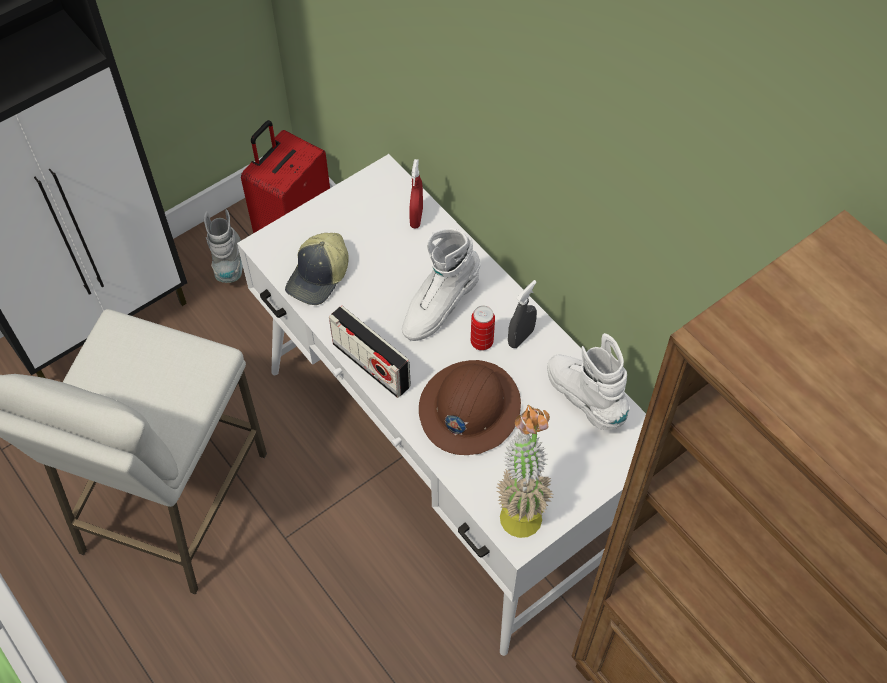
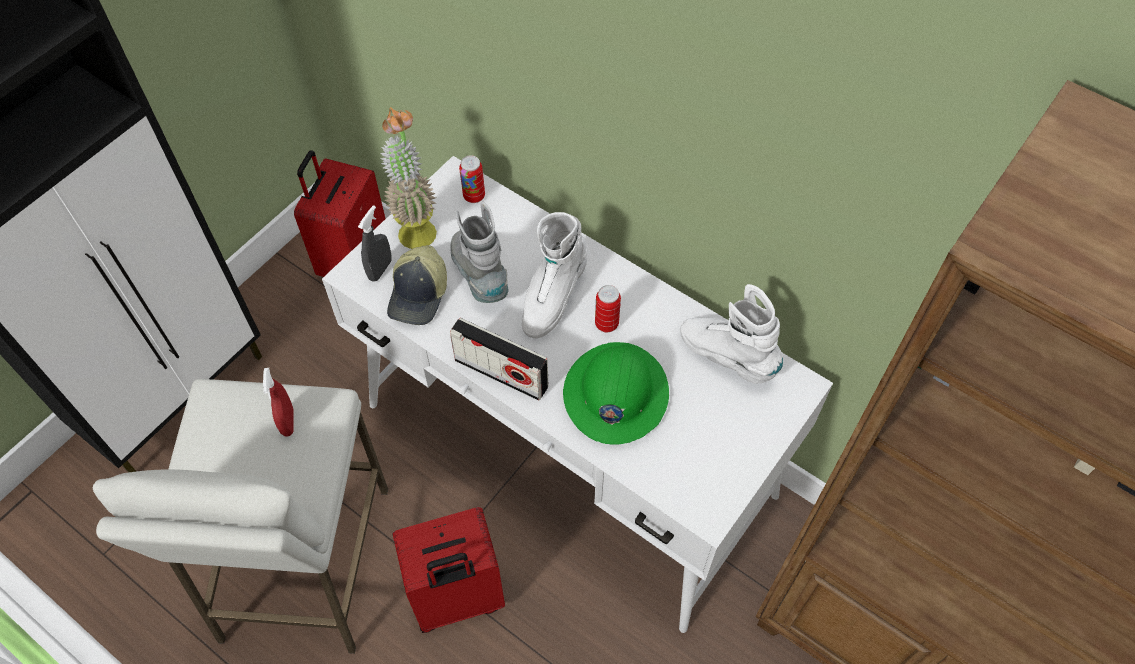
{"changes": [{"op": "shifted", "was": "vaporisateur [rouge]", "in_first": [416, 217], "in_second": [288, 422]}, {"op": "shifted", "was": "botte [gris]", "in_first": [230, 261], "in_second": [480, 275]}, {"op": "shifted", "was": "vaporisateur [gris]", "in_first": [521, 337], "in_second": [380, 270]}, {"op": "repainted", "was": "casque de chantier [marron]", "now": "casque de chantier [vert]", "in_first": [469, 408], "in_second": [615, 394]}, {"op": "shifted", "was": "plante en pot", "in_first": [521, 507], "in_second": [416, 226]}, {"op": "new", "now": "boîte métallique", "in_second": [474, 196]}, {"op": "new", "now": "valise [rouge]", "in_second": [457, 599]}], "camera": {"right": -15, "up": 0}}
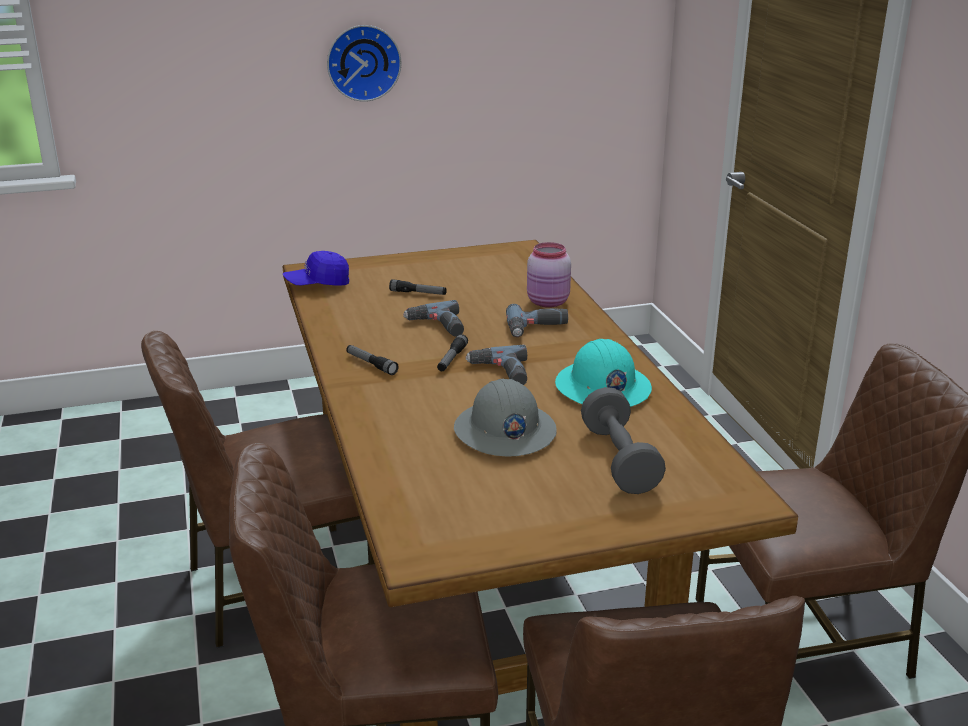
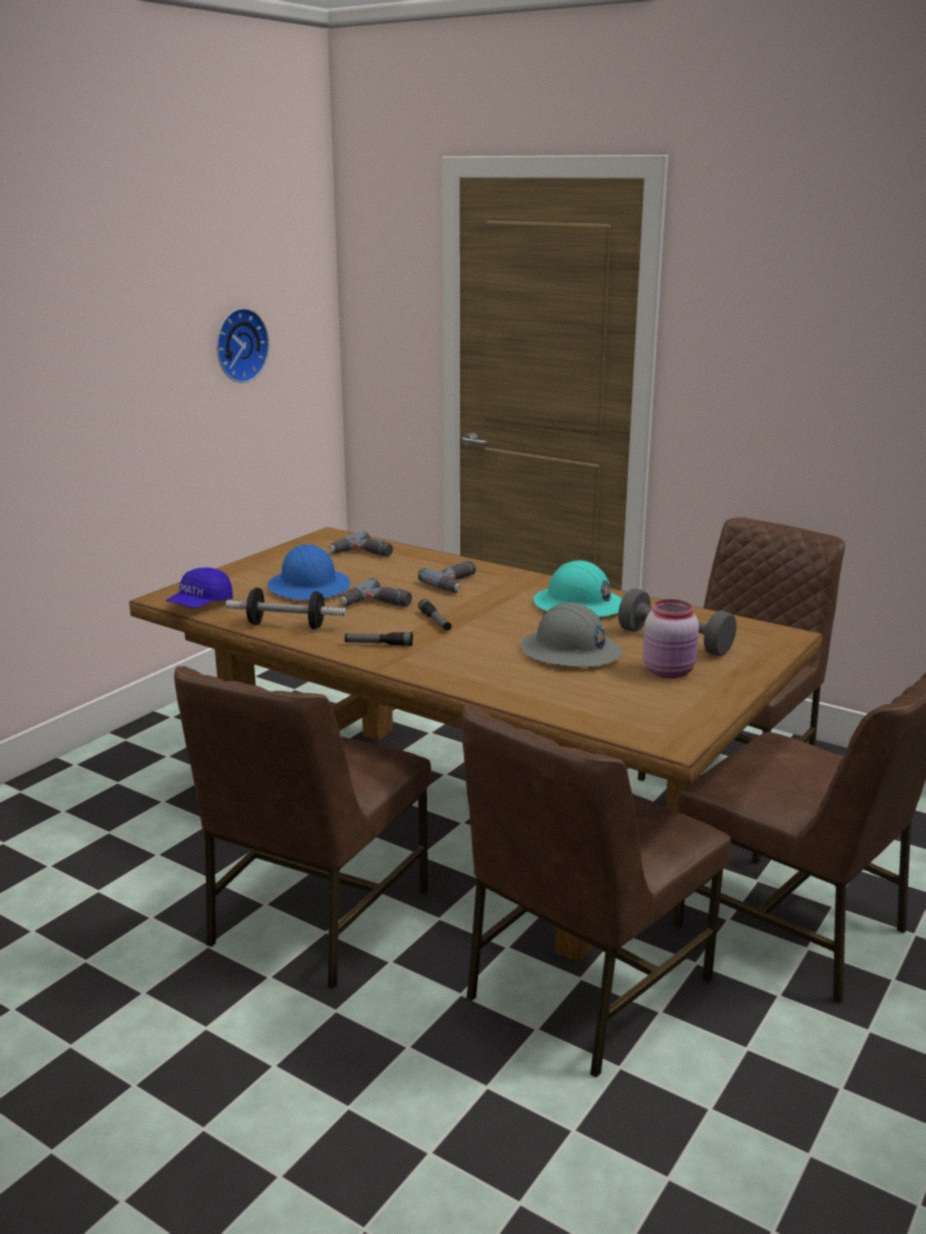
{"changes": [{"op": "shifted", "was": "horloge murale", "in_first": [363, 62], "in_second": [238, 345]}, {"op": "shifted", "was": "bocal [rose]", "in_first": [548, 302], "in_second": [670, 672]}, {"op": "swapped", "was": "lampe de poche", "now": "casque de chantier [bleu]", "in_first": [418, 293], "in_second": [309, 587]}, {"op": "shifted", "was": "perceuse", "in_first": [500, 373], "in_second": [362, 554]}, {"op": "new", "now": "haltère", "in_second": [286, 625]}], "camera": {"right": -40, "up": -5}}
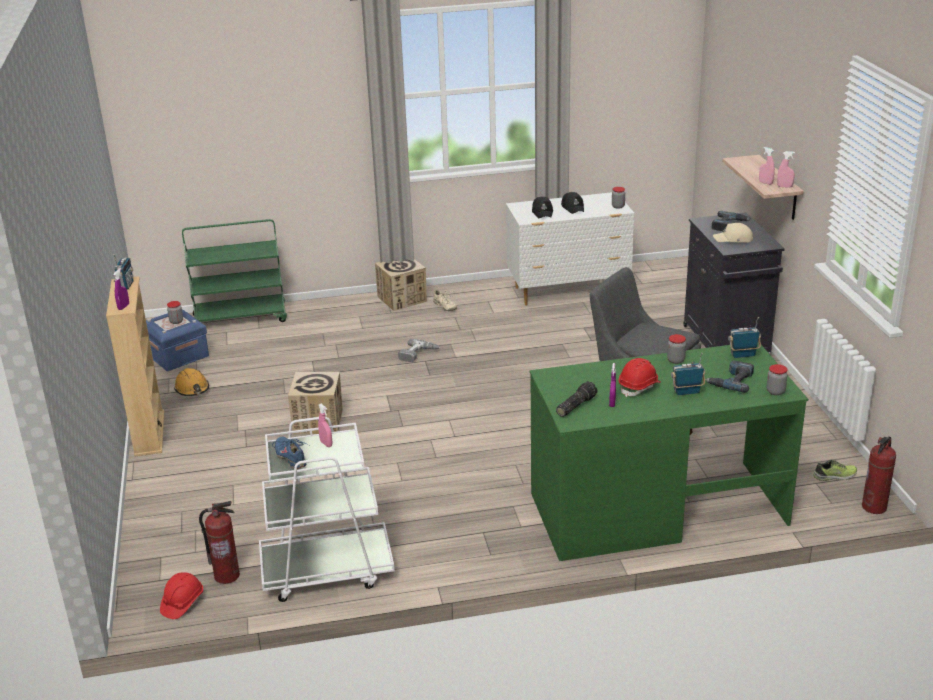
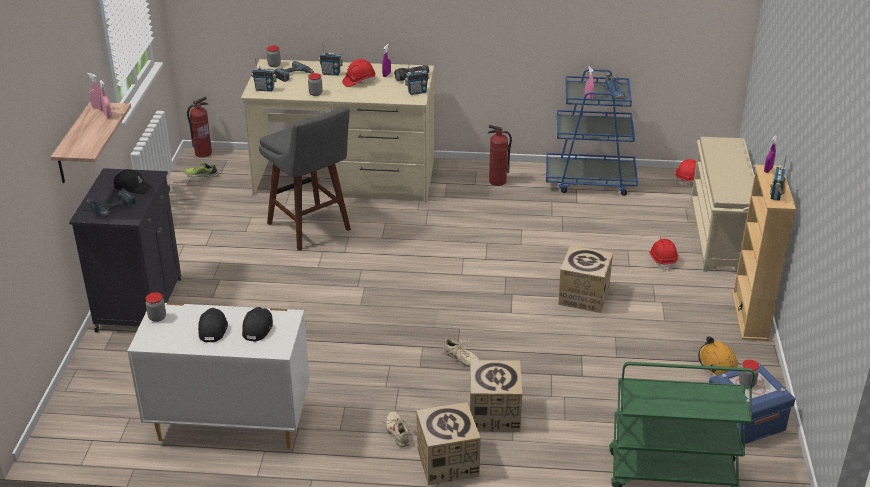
{"changes": [{"op": "repainted", "was": "casquette [beige]", "now": "casquette [noir]", "in_first": [733, 239], "in_second": [133, 187]}, {"op": "swapped", "was": "perceuse", "now": "chaussure [beige]", "in_first": [418, 354], "in_second": [460, 358]}, {"op": "repainted", "was": "bureau [vert]", "now": "bureau [beige]", "in_first": [656, 508], "in_second": [345, 177]}, {"op": "repainted", "was": "chariot [blanc]", "now": "chariot [bleu]", "in_first": [326, 570], "in_second": [590, 180]}, {"op": "shifted", "was": "extincteur", "in_first": [227, 575], "in_second": [497, 181]}, {"op": "new", "now": "radio", "in_second": [417, 92]}, {"op": "new", "now": "étagère à chaussures [beige]", "in_second": [719, 237]}, {"op": "new", "now": "casque de chantier [rouge]", "in_second": [662, 260]}, {"op": "new", "now": "carton", "in_second": [494, 414]}], "camera": {"right": -165, "up": 5}}
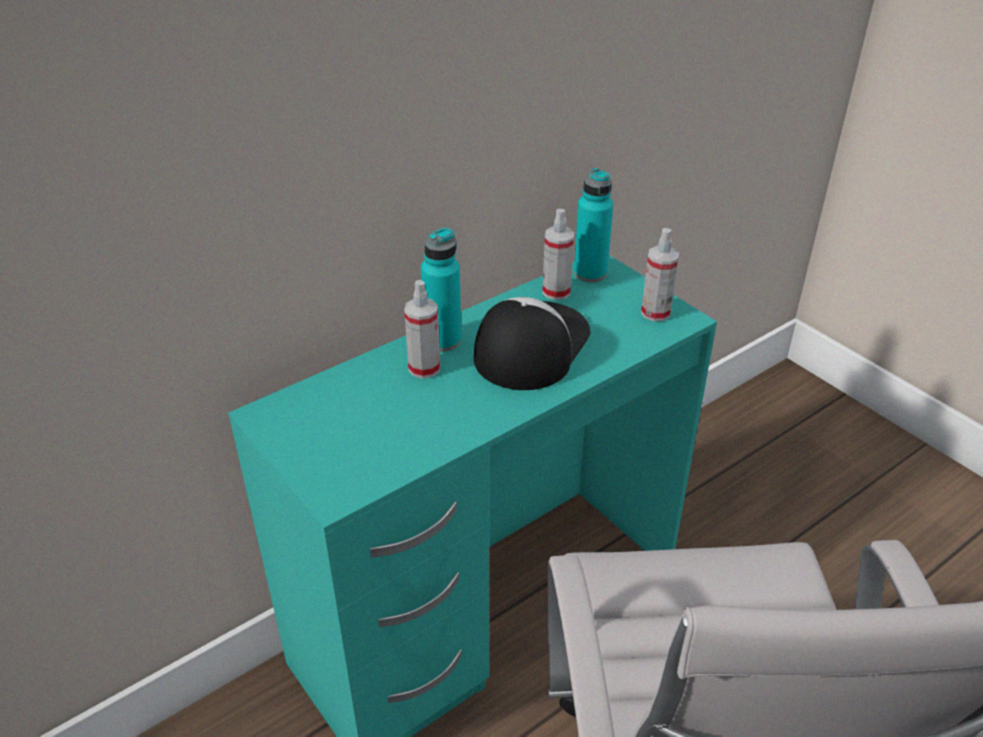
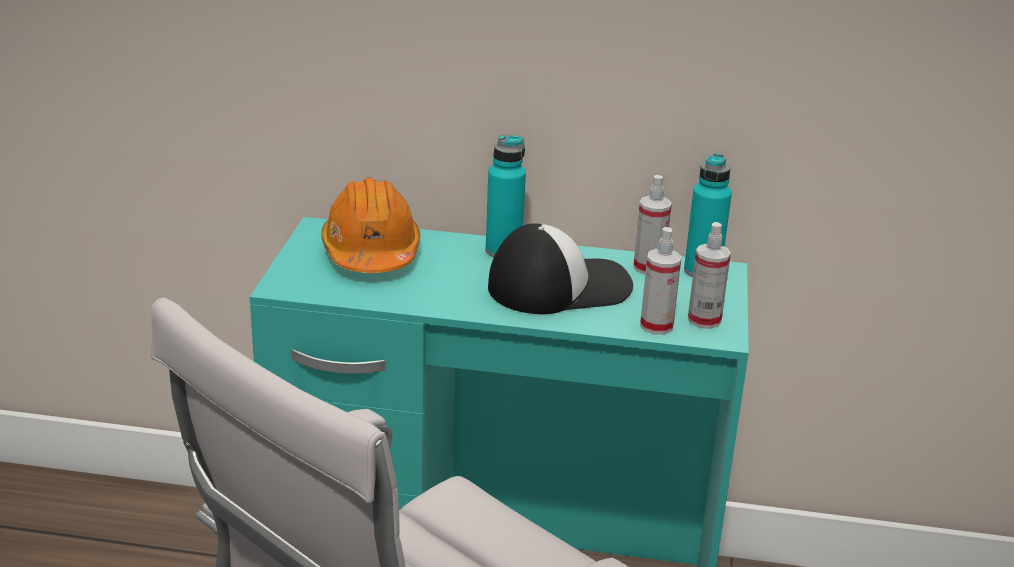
{"changes": [{"op": "shifted", "was": "vaporisateur", "in_first": [424, 368], "in_second": [656, 326]}, {"op": "new", "now": "casque de chantier [orange]", "in_second": [371, 252]}], "camera": {"right": 45, "up": -10}}
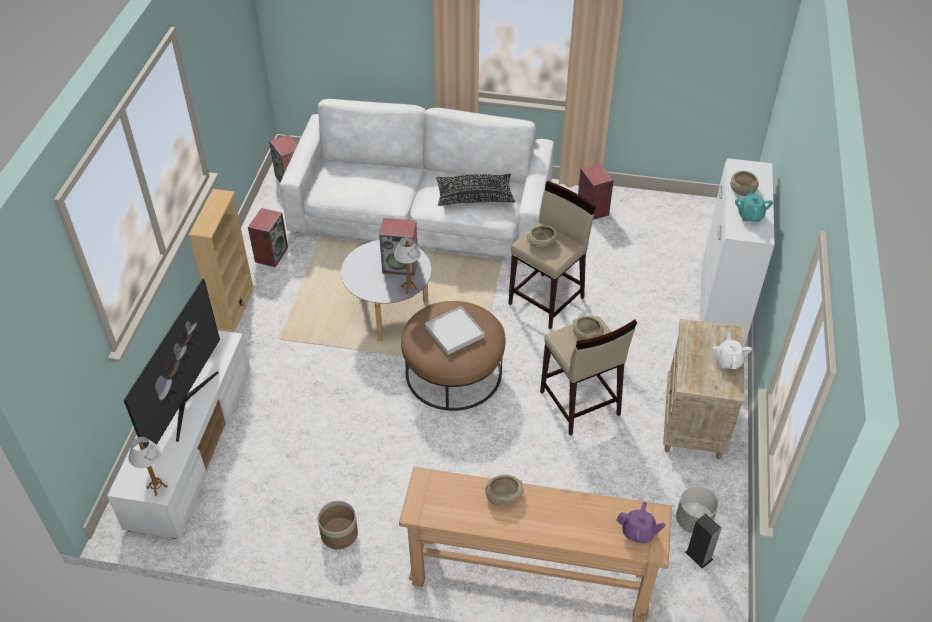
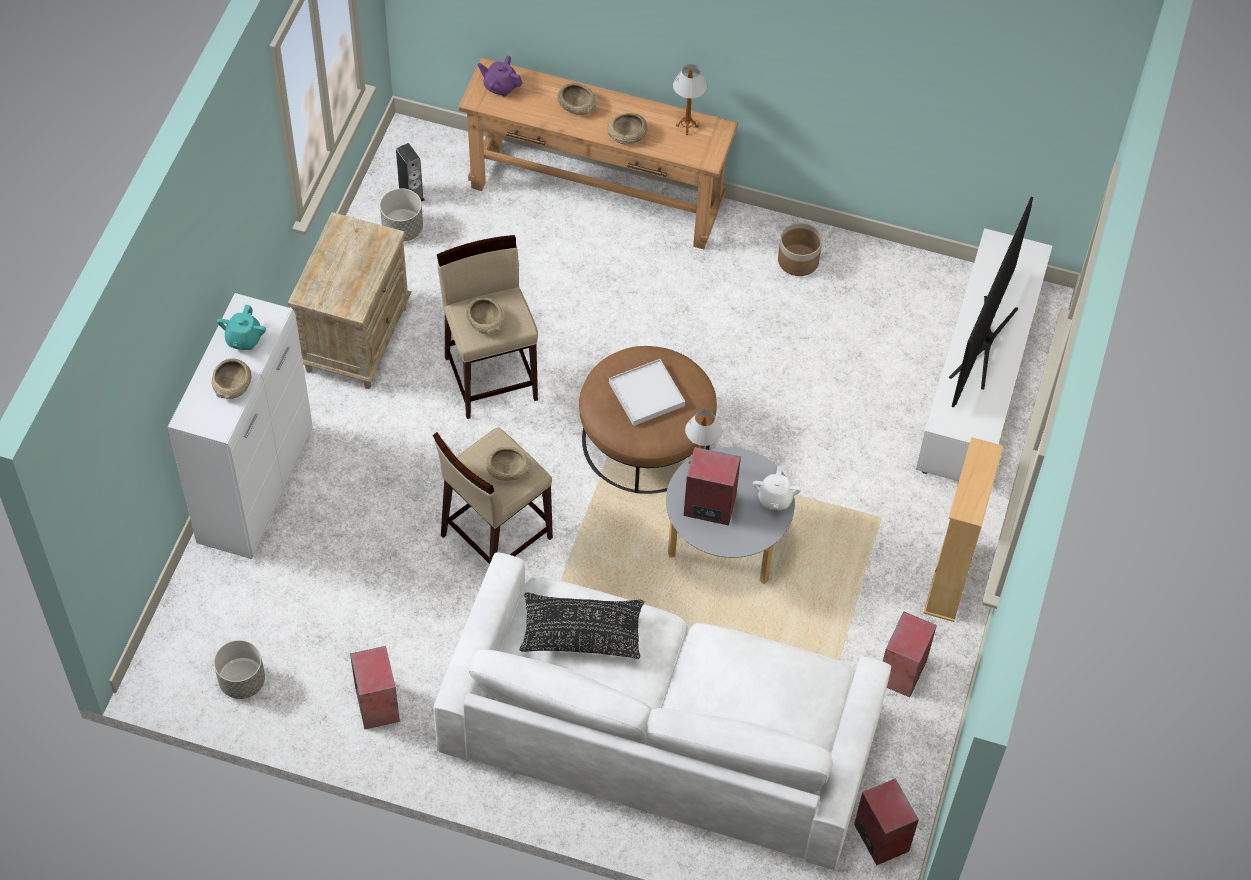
{"changes": [{"op": "shifted", "was": "théière [blanc]", "in_first": [728, 361], "in_second": [775, 499]}, {"op": "shifted", "was": "lampe de table", "in_first": [157, 487], "in_second": [687, 126]}, {"op": "new", "now": "bol [beige]", "in_second": [576, 105]}, {"op": "new", "now": "cache-pot [gris]", "in_second": [242, 681]}], "camera": {"right": -175, "up": 10}}
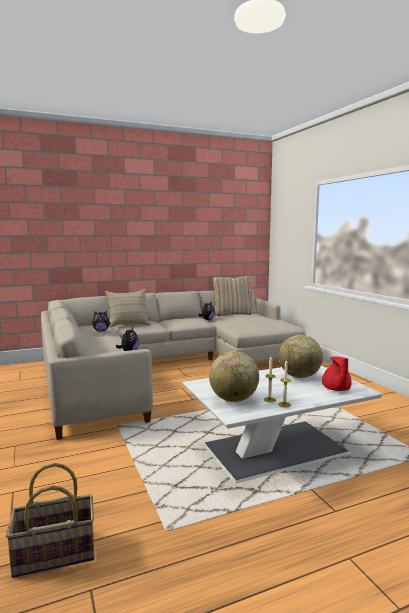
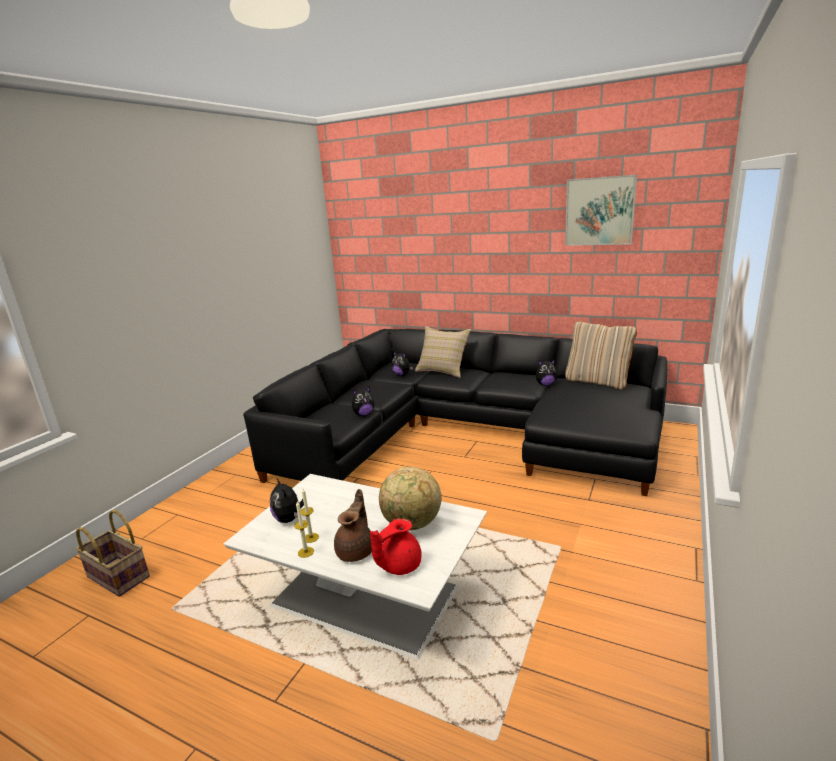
{"changes": [{"op": "repainted", "was": "canapé [beige]", "now": "canapé [noir]", "in_first": [163, 367], "in_second": [465, 434]}, {"op": "swapped", "was": "globe", "now": "peluche", "in_first": [234, 399], "in_second": [289, 519]}, {"op": "new", "now": "tableau", "in_second": [599, 211]}, {"op": "new", "now": "théière [marron]", "in_second": [357, 550]}], "camera": {"right": 50, "up": 10}}
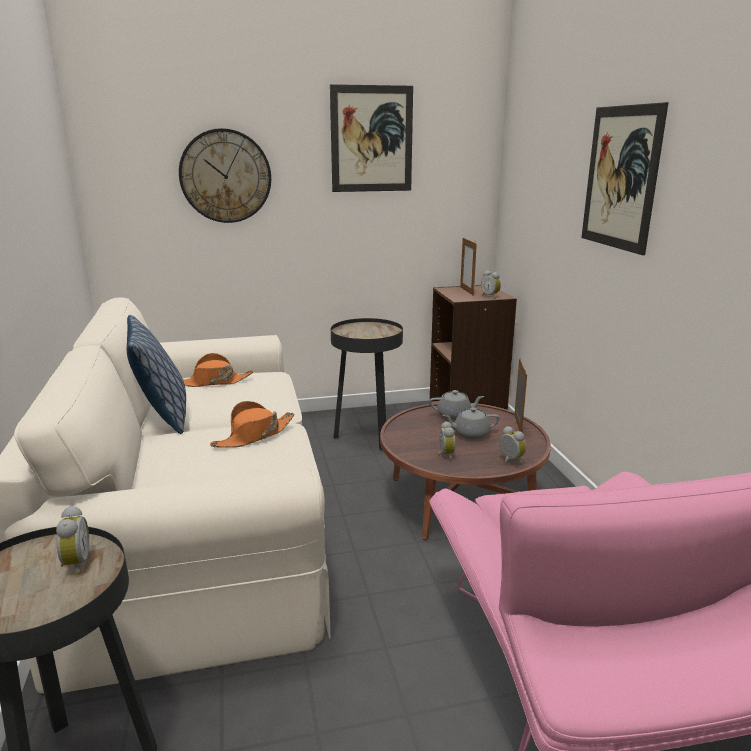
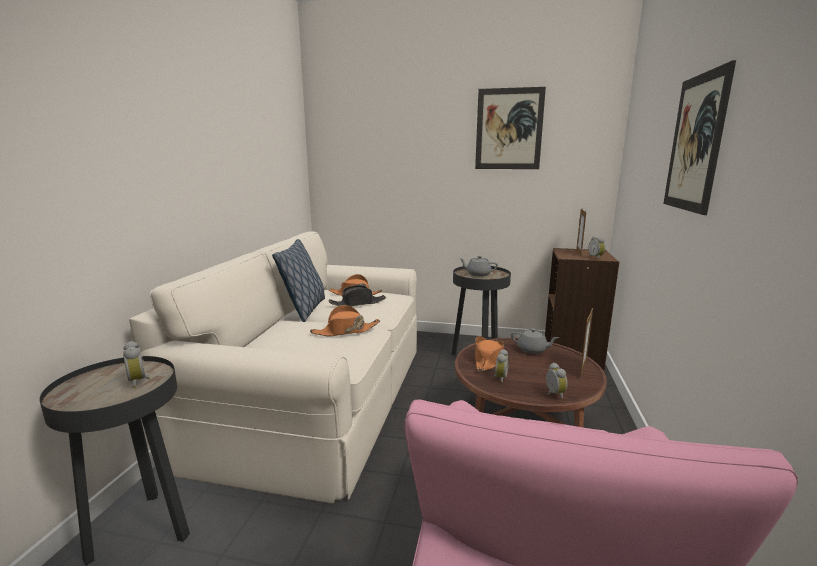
{"changes": [{"op": "gone", "was": "horloge murale", "in_first": [225, 176]}, {"op": "shifted", "was": "théière [gris]", "in_first": [470, 434], "in_second": [477, 274]}, {"op": "rotated", "was": "réveil", "in_first": [75, 564], "in_second": [140, 381], "clockwise": 135}, {"op": "new", "now": "chapeau [noir]", "in_second": [358, 303]}, {"op": "new", "now": "chapeau [orange]", "in_second": [488, 359]}], "camera": {"right": 25, "up": -5}}
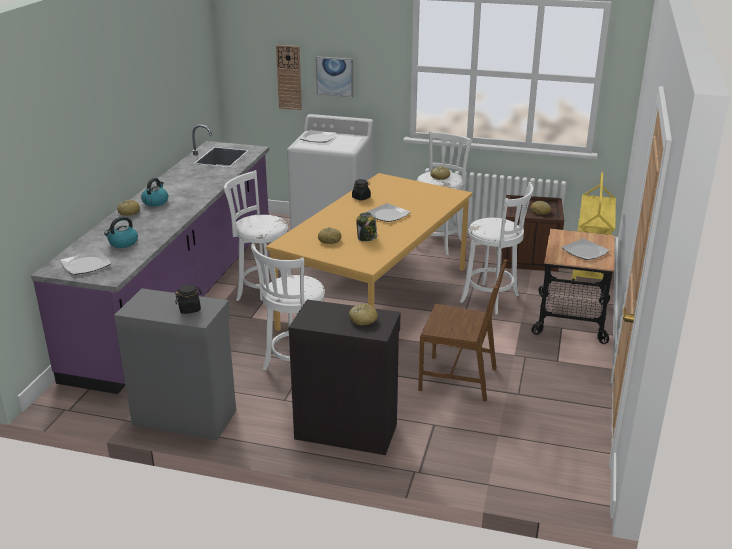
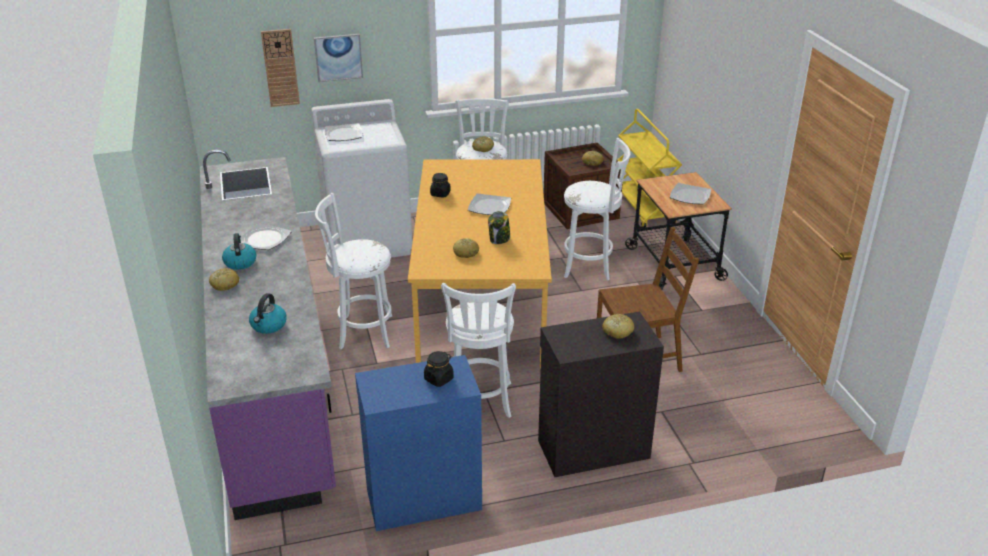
{"changes": [{"op": "shifted", "was": "assiette", "in_first": [86, 264], "in_second": [264, 239]}, {"op": "repainted", "was": "meuble de rangement [gris]", "now": "meuble de rangement [bleu]", "in_first": [185, 416], "in_second": [422, 498]}], "camera": {"right": -30, "up": 5}}
